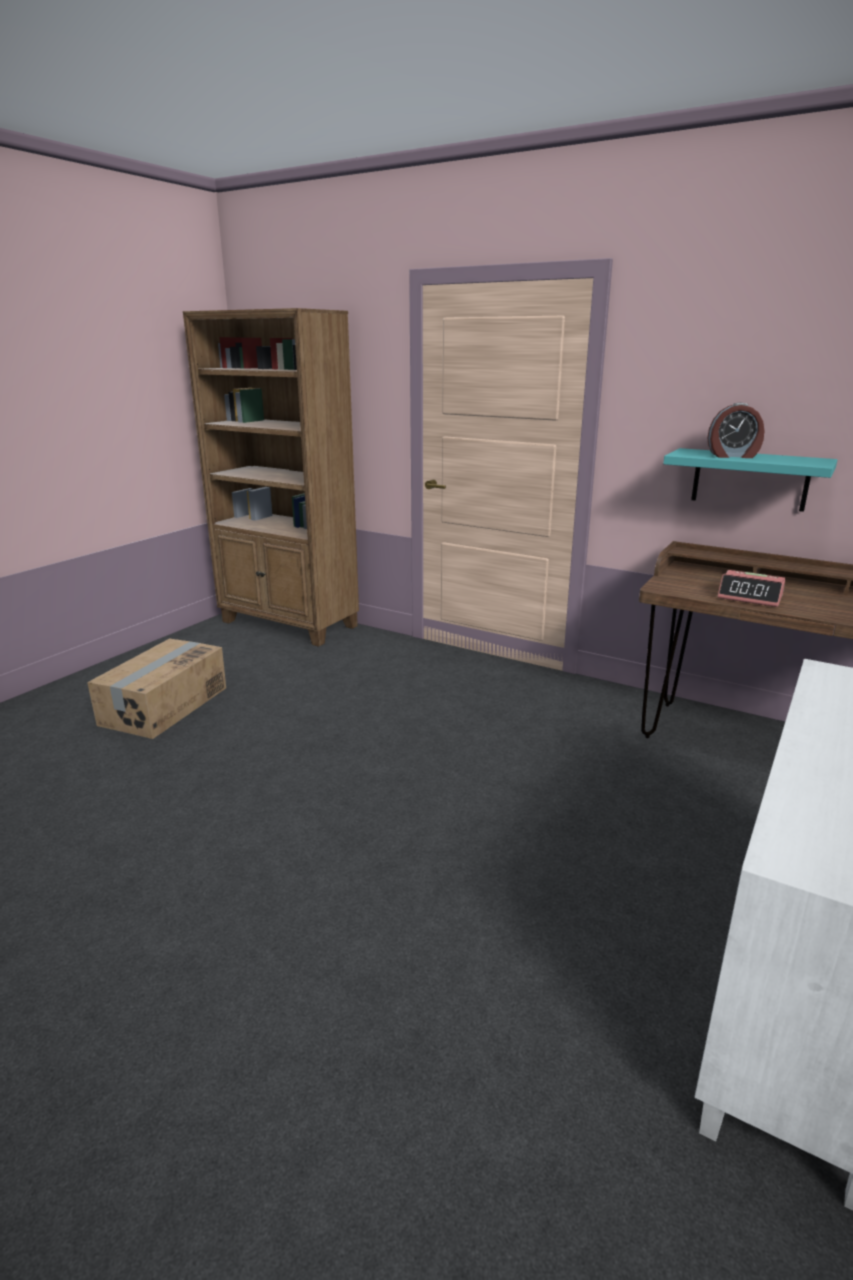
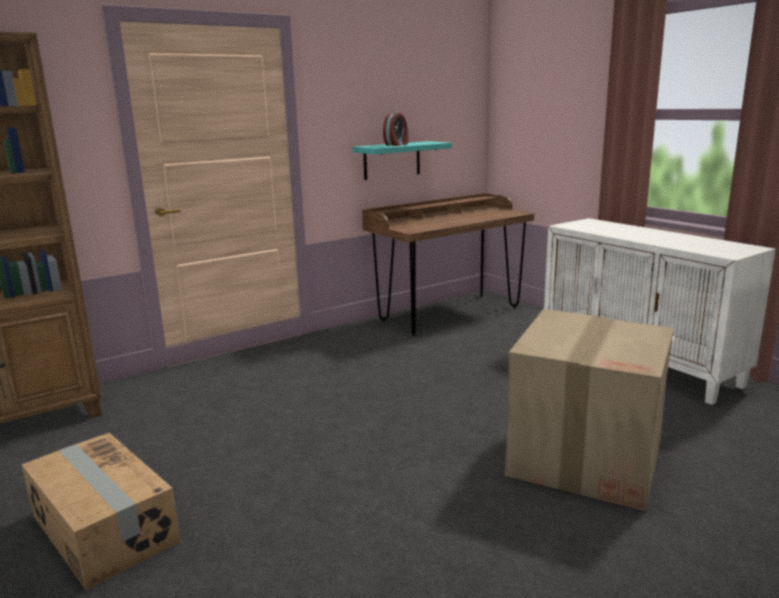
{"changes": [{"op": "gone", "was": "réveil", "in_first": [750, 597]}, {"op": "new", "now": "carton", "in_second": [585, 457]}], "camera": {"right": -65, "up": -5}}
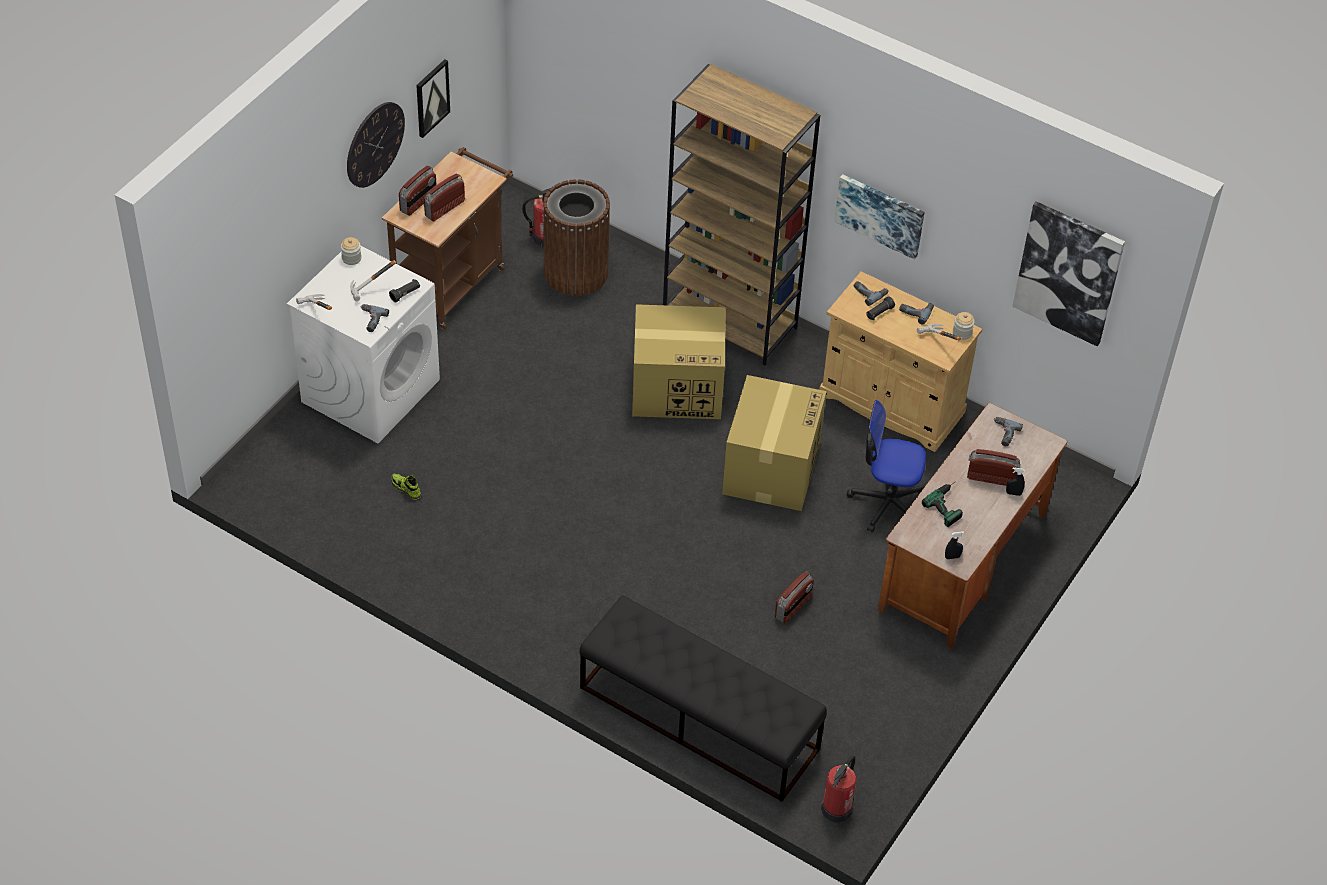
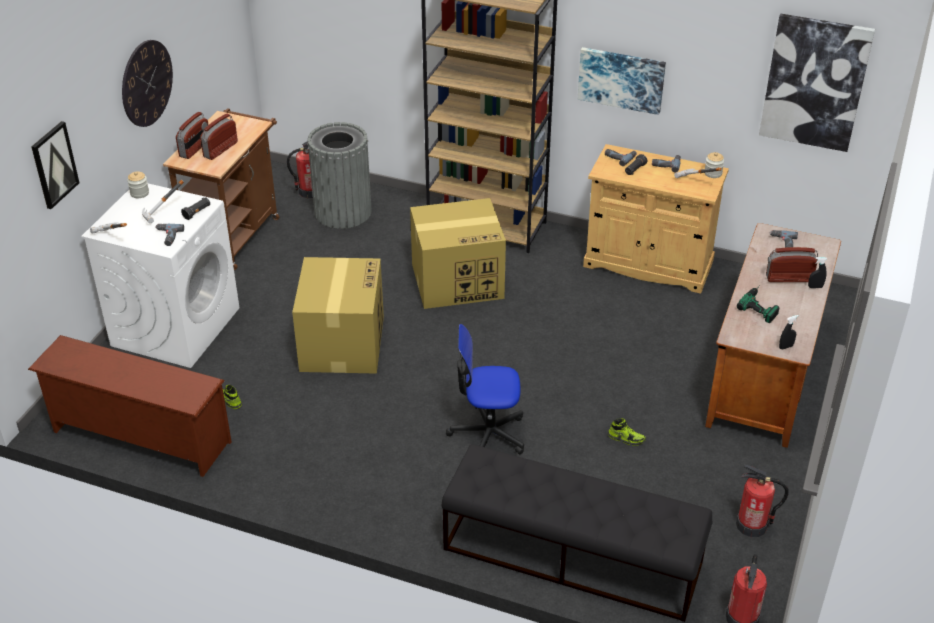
{"changes": [{"op": "shifted", "was": "tableau", "in_first": [431, 97], "in_second": [54, 164]}, {"op": "repainted", "was": "poubelle [marron]", "now": "poubelle [gris]", "in_first": [576, 273], "in_second": [343, 212]}, {"op": "shifted", "was": "carton", "in_first": [771, 467], "in_second": [342, 342]}, {"op": "shifted", "was": "chaise de bureau", "in_first": [887, 503], "in_second": [487, 434]}, {"op": "swapped", "was": "radio", "now": "chaussure", "in_first": [793, 607], "in_second": [626, 438]}, {"op": "new", "now": "étagère à chaussures [marron]", "in_second": [139, 437]}, {"op": "new", "now": "extincteur", "in_second": [752, 525]}], "camera": {"right": -10, "up": -10}}
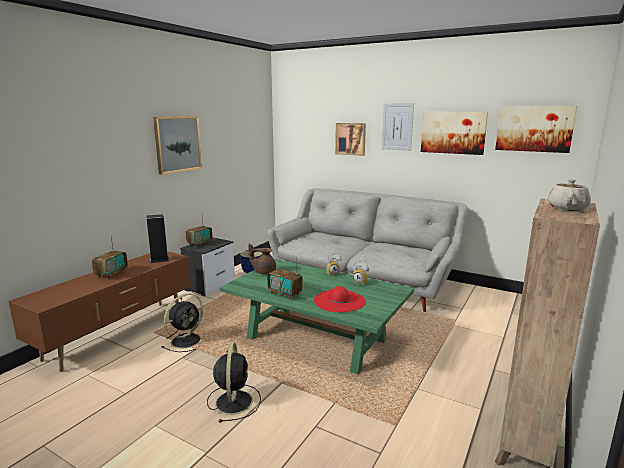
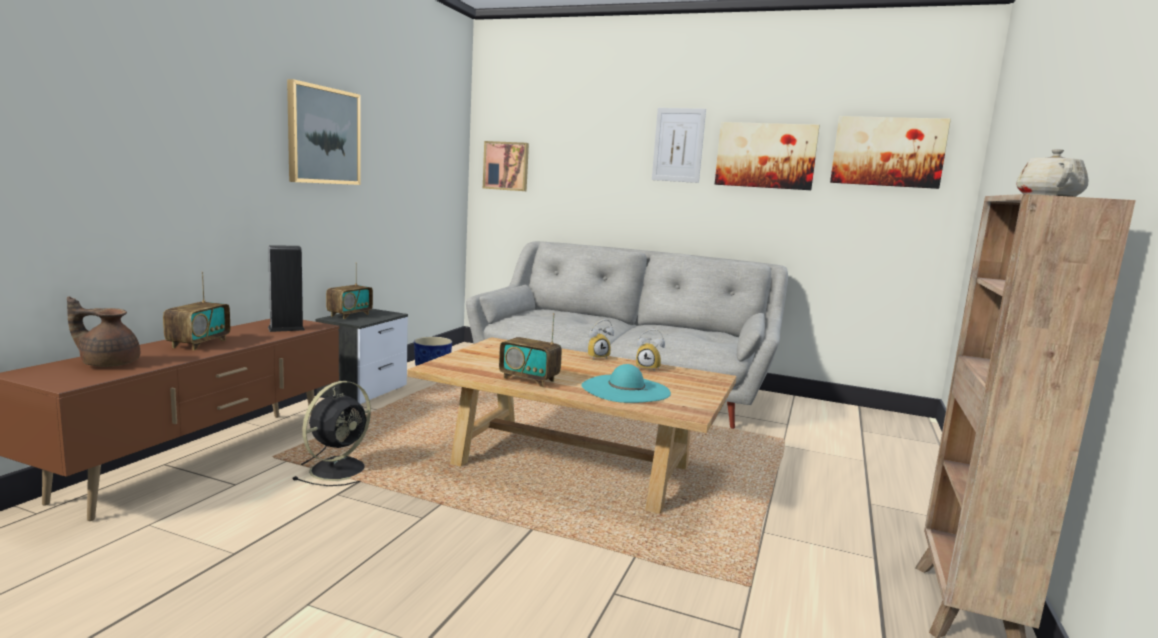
{"changes": [{"op": "shifted", "was": "tableau", "in_first": [351, 139], "in_second": [506, 166]}, {"op": "shifted", "was": "théière [marron]", "in_first": [264, 271], "in_second": [108, 363]}, {"op": "repainted", "was": "table basse [vert]", "now": "table basse [beige]", "in_first": [316, 339], "in_second": [572, 465]}, {"op": "repainted", "was": "chapeau [rouge]", "now": "chapeau [turquoise]", "in_first": [339, 301], "in_second": [625, 389]}, {"op": "gone", "was": "ventilateur [noir]", "in_first": [234, 401]}], "camera": {"right": -10, "up": -5}}
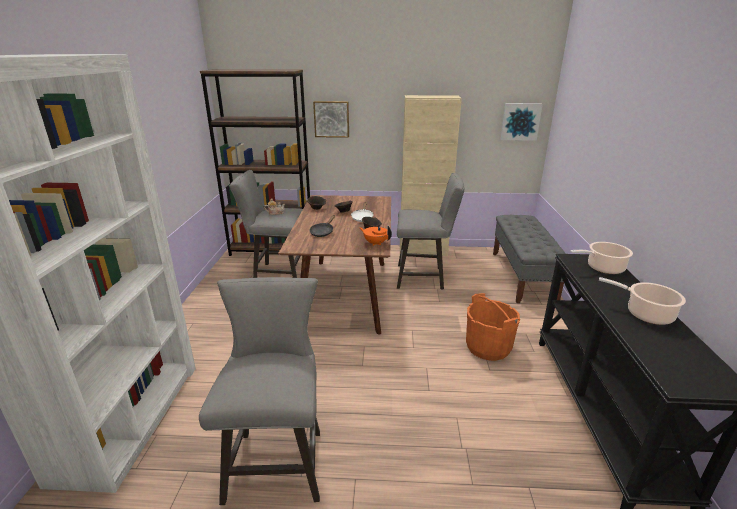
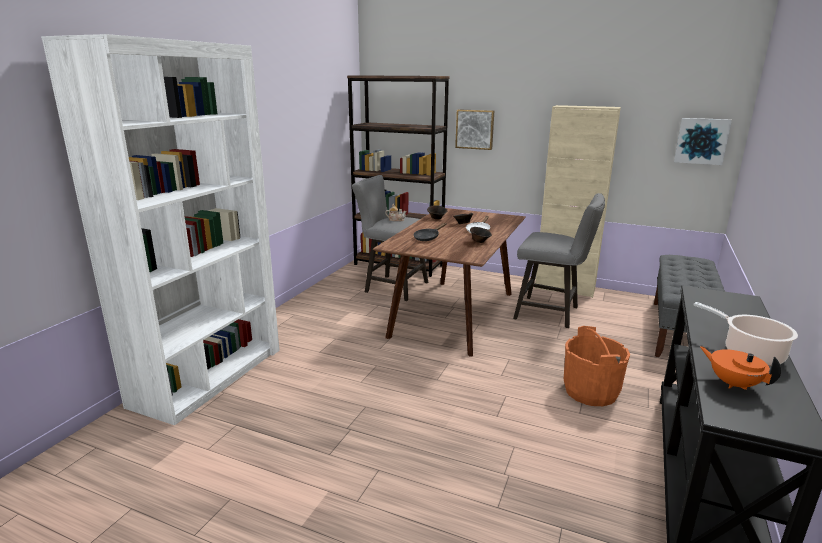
{"changes": [{"op": "shifted", "was": "théière [orange]", "in_first": [375, 243], "in_second": [733, 383]}, {"op": "gone", "was": "marmite", "in_first": [603, 268]}, {"op": "gone", "was": "tabouret [gris]", "in_first": [278, 458]}], "camera": {"right": 20, "up": -5}}
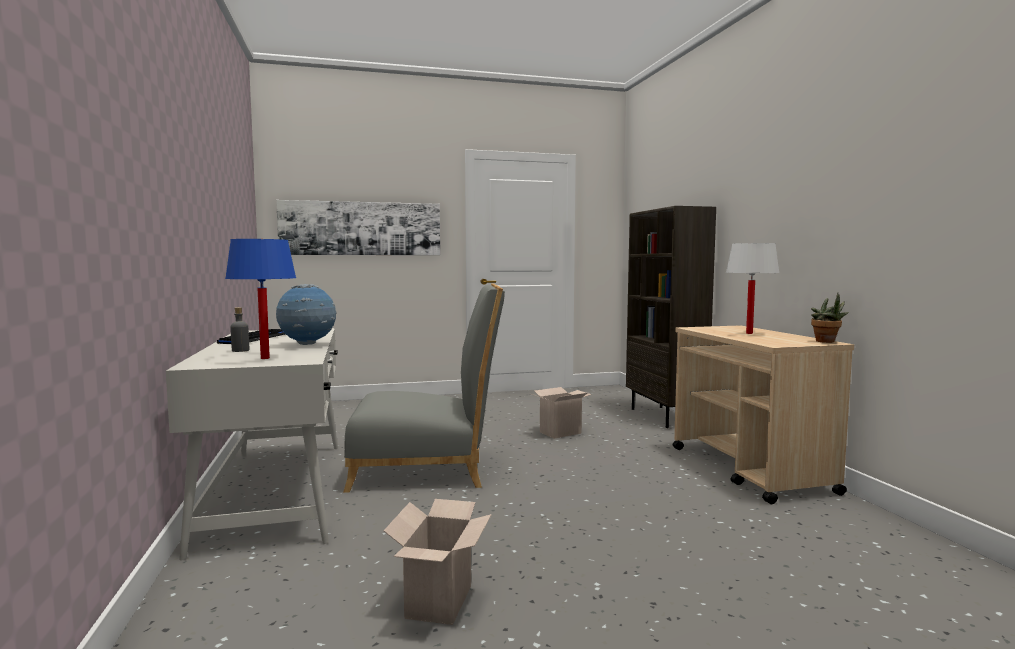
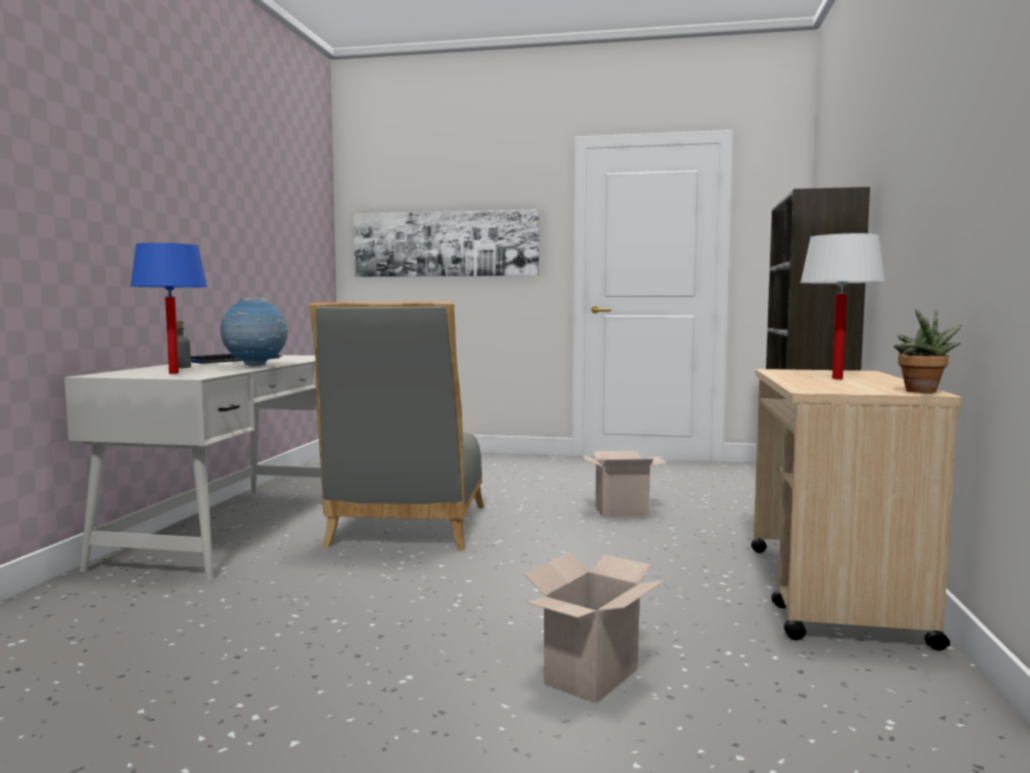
{"changes": [{"op": "rotated", "was": "chaise [gris]", "in_first": [428, 469], "in_second": [407, 529], "clockwise": 75}, {"op": "shifted", "was": "carton", "in_first": [440, 603], "in_second": [592, 678]}], "camera": {"right": 25, "up": 0}}
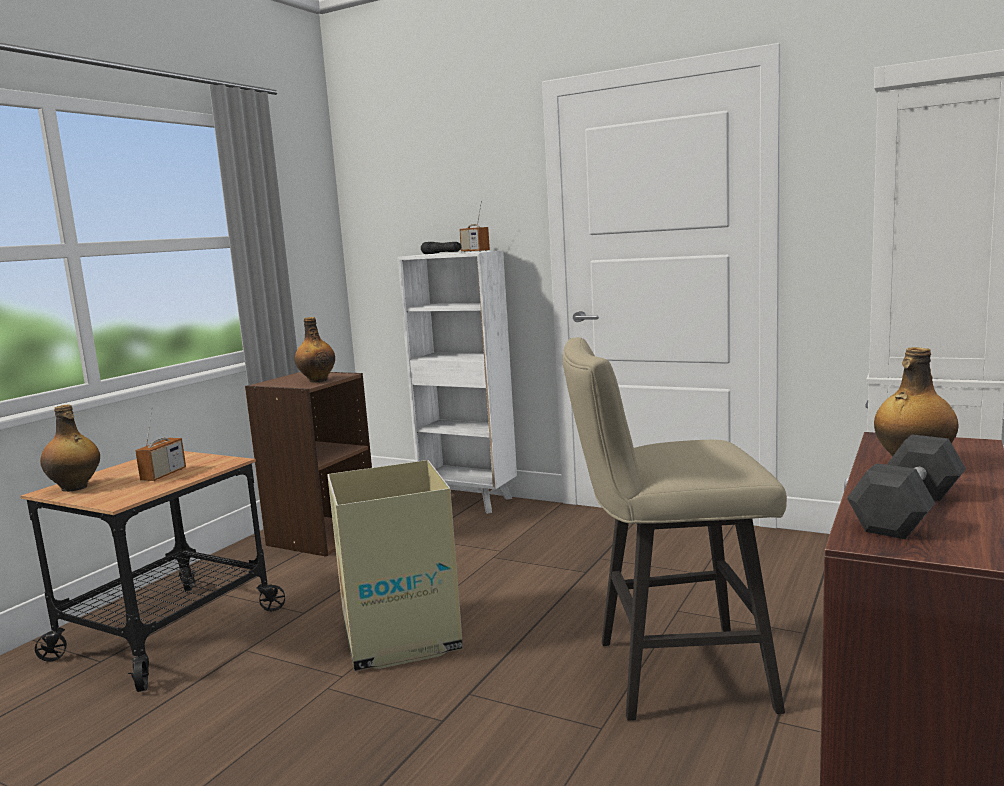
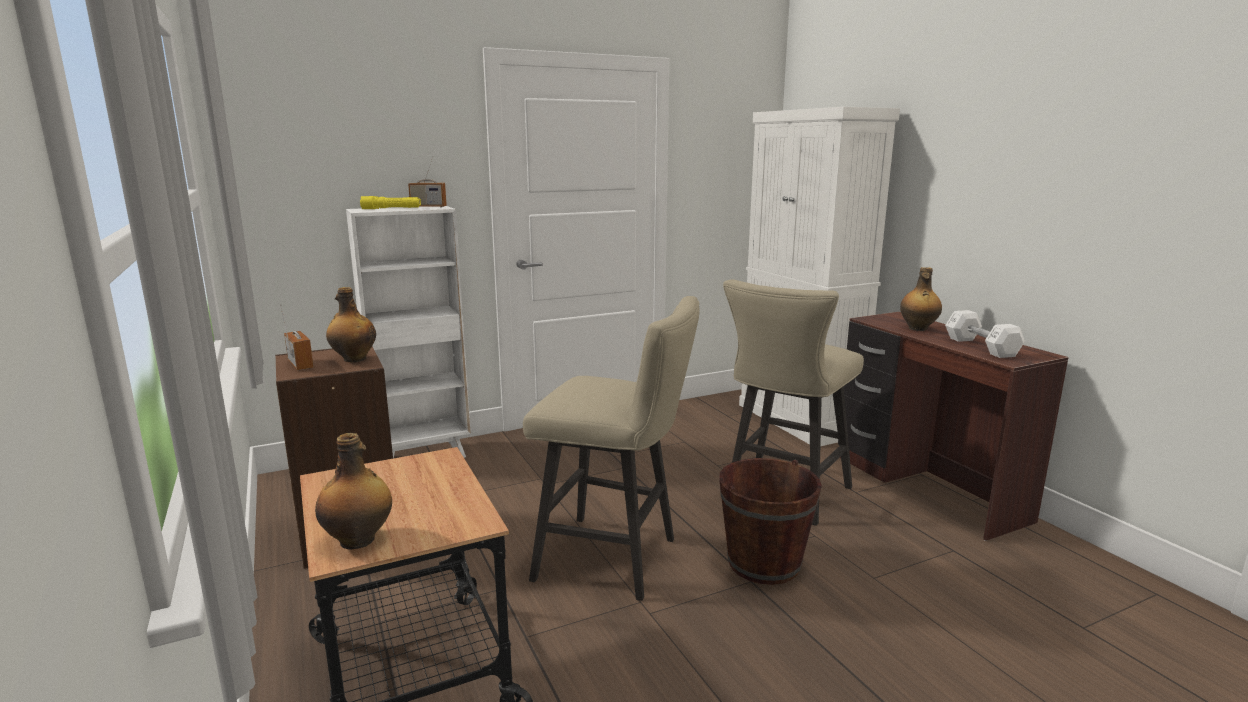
{"changes": [{"op": "repainted", "was": "lampe de poche [noir]", "now": "lampe de poche [jaune]", "in_first": [441, 253], "in_second": [391, 209]}, {"op": "shifted", "was": "radio", "in_first": [164, 475], "in_second": [300, 364]}, {"op": "repainted", "was": "haltère [noir]", "now": "haltère [blanc]", "in_first": [907, 511], "in_second": [981, 347]}, {"op": "swapped", "was": "carton", "now": "tabouret [beige]", "in_first": [401, 638], "in_second": [616, 560]}, {"op": "new", "now": "seau [marron]", "in_second": [764, 563]}], "camera": {"right": -55, "up": 5}}
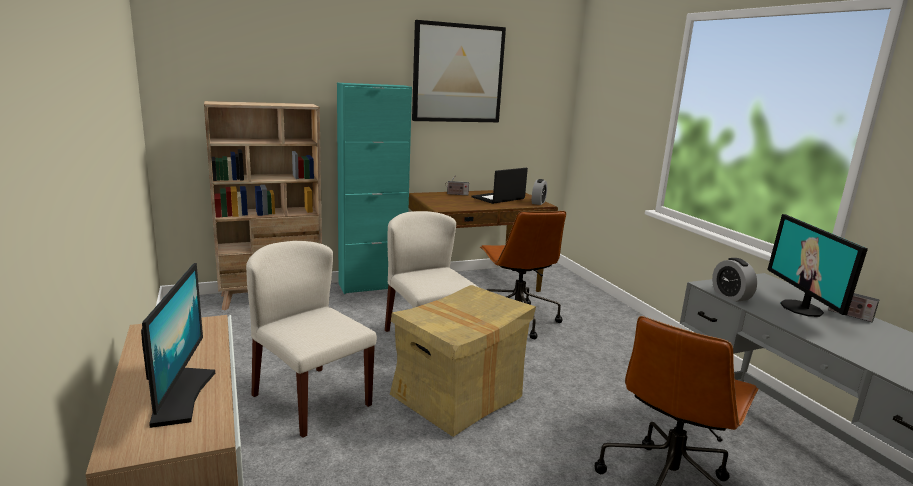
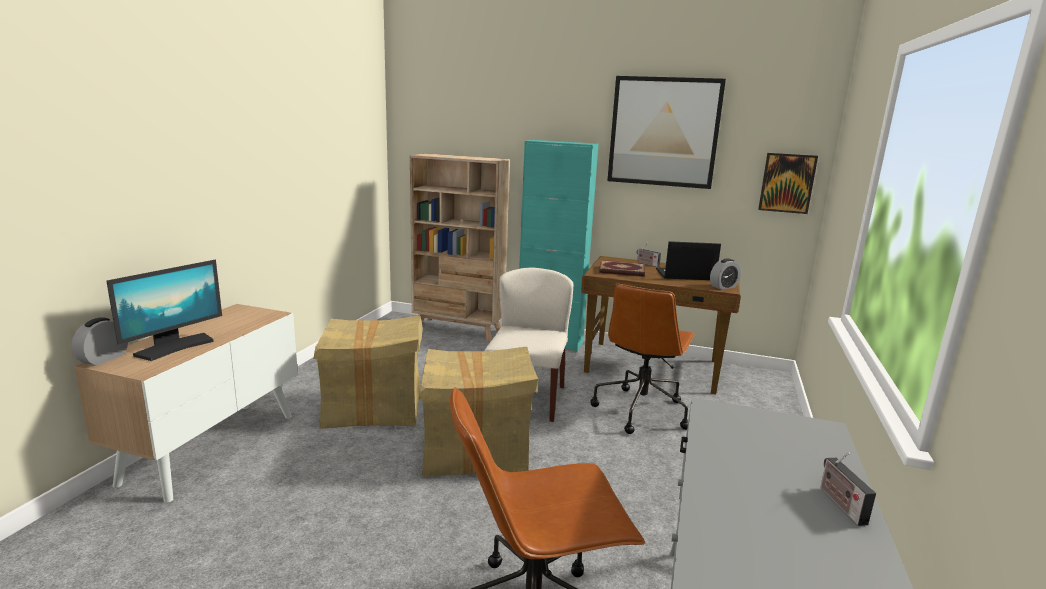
{"changes": [{"op": "gone", "was": "écran d'ordinateur", "in_first": [802, 308]}, {"op": "swapped", "was": "chaise [beige]", "now": "carton", "in_first": [310, 399], "in_second": [374, 408]}, {"op": "shifted", "was": "réveil", "in_first": [730, 296], "in_second": [103, 359]}, {"op": "new", "now": "tableau", "in_second": [787, 183]}, {"op": "new", "now": "livre", "in_second": [621, 271]}], "camera": {"right": 40, "up": 0}}
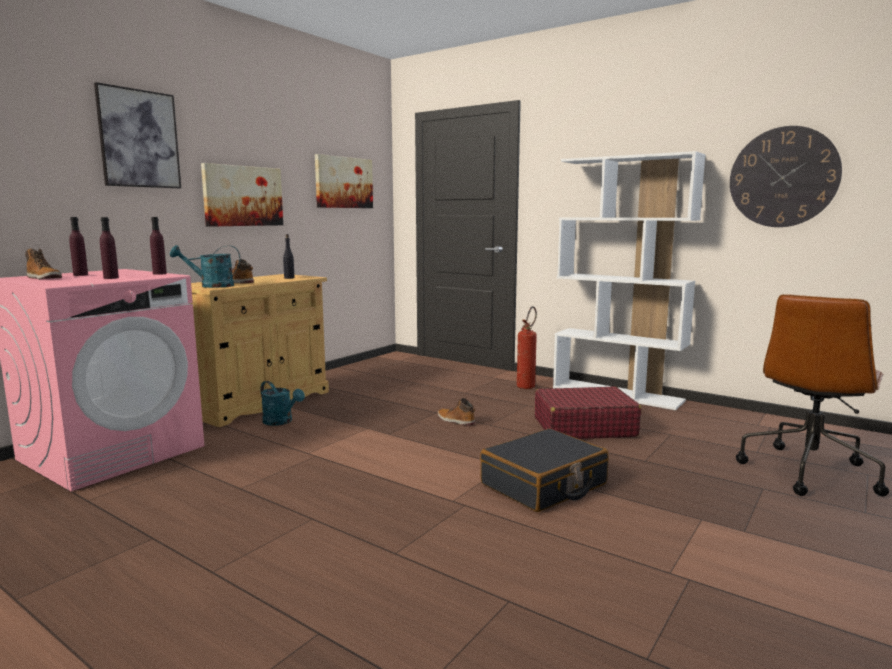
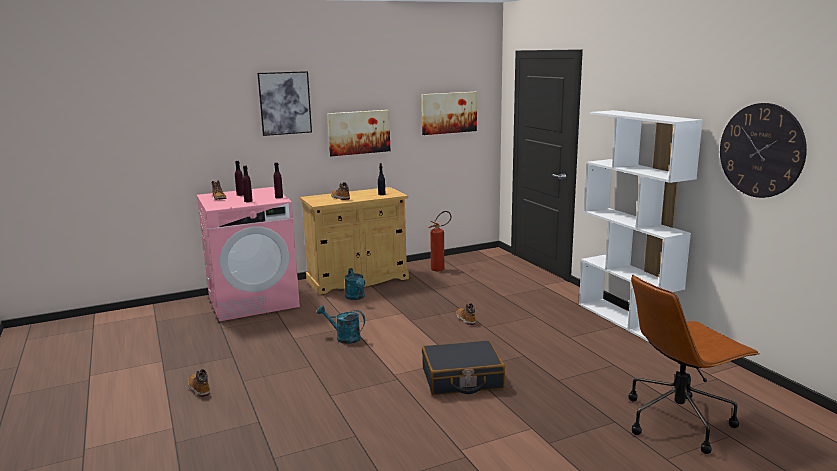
{"changes": [{"op": "shifted", "was": "arrosoir [turquoise]", "in_first": [211, 286], "in_second": [344, 338]}, {"op": "shifted", "was": "extincteur", "in_first": [527, 385], "in_second": [440, 268]}, {"op": "gone", "was": "valise [rouge]", "in_first": [583, 427]}, {"op": "new", "now": "botte", "in_second": [199, 388]}], "camera": {"right": 30, "up": 5}}
